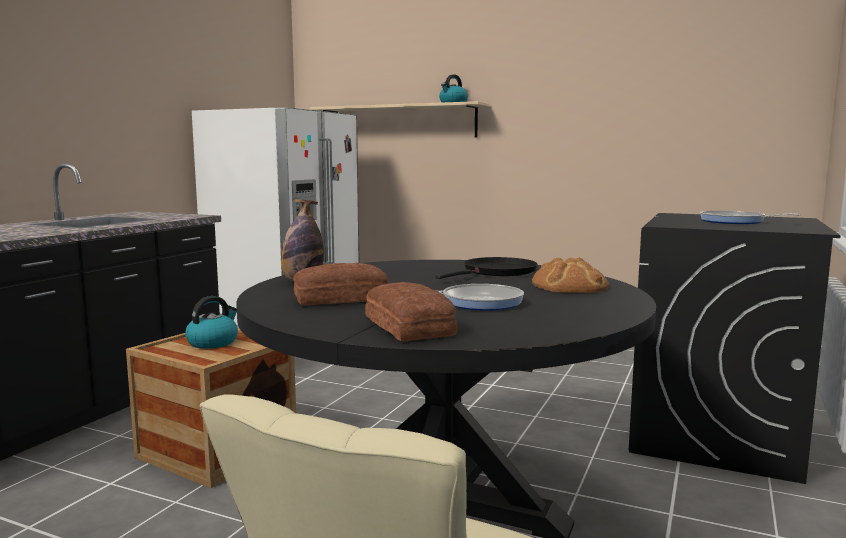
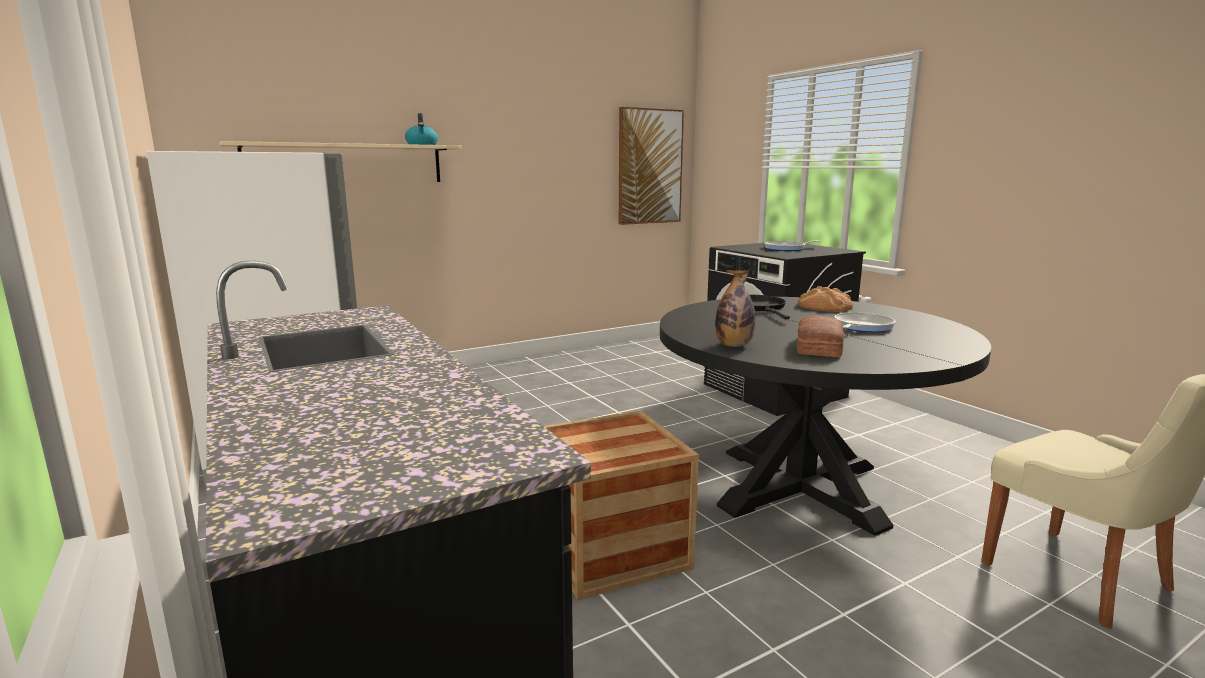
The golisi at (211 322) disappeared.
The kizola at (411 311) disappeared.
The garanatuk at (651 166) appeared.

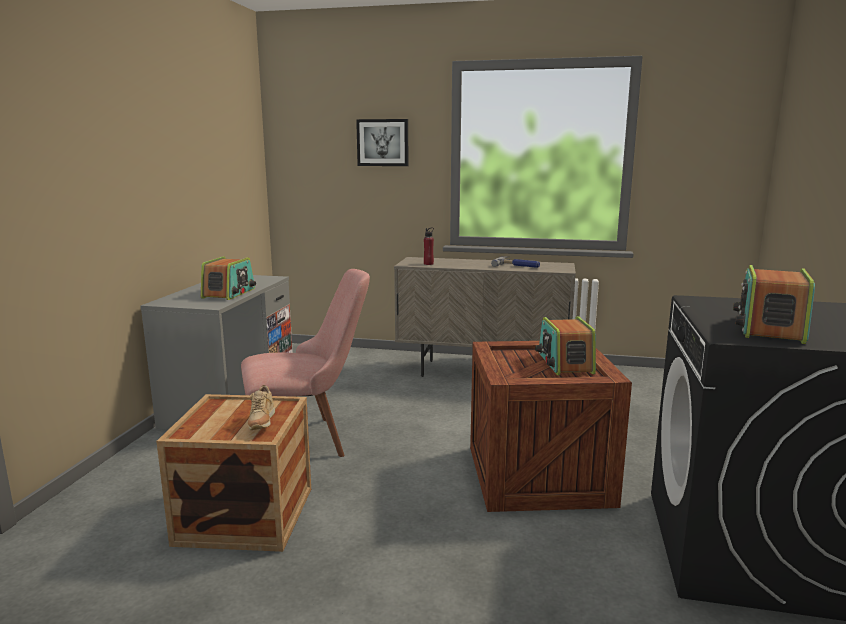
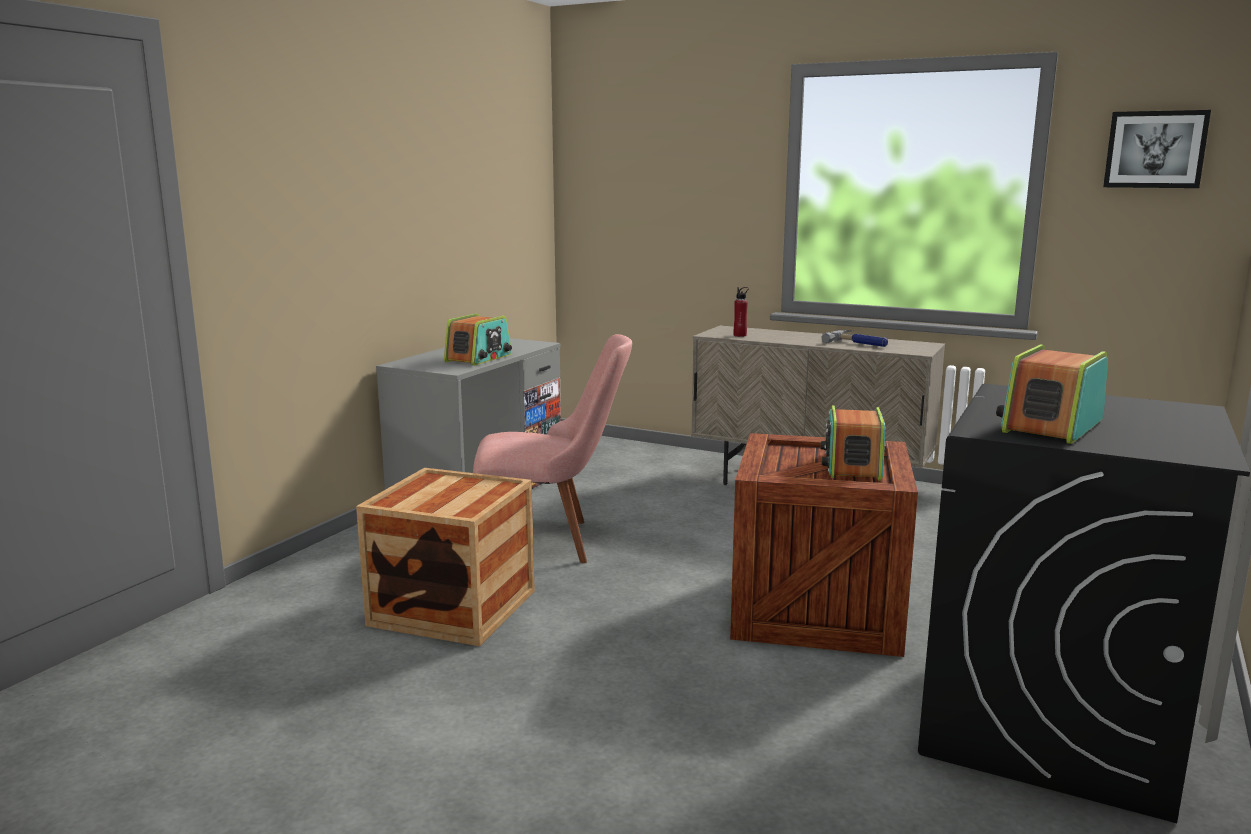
The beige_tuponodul at (261 407) disappeared.
The garanatuk moved from (382 142) to (1157 149).

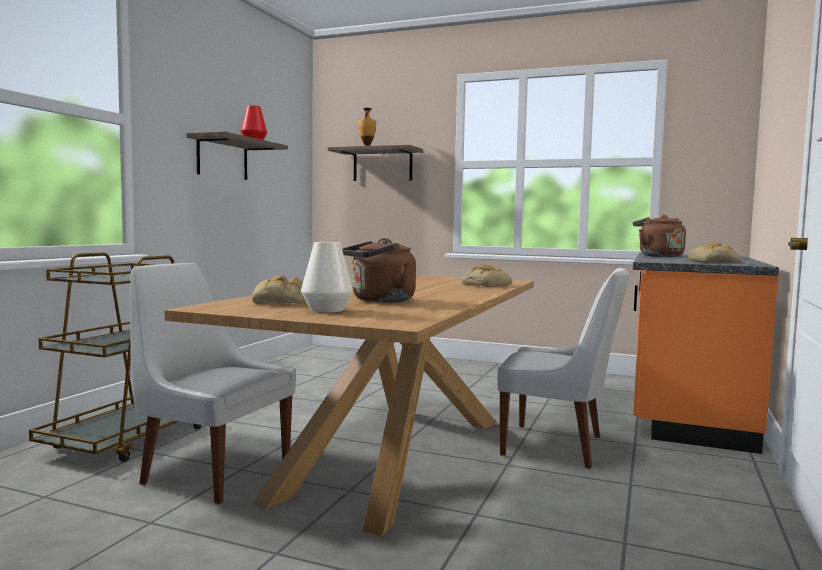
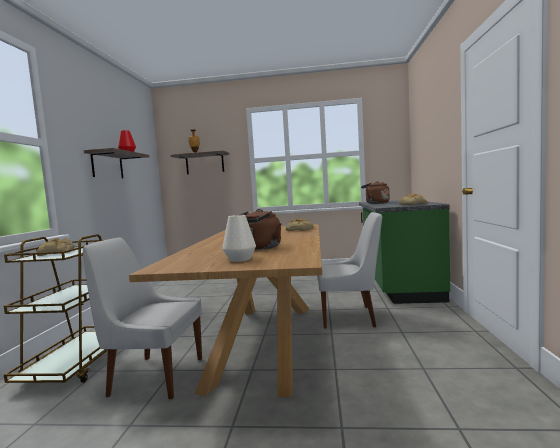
The kizola moved from (279 289) to (55 247).
The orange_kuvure at (706 353) became the green_kuvure at (404 252).

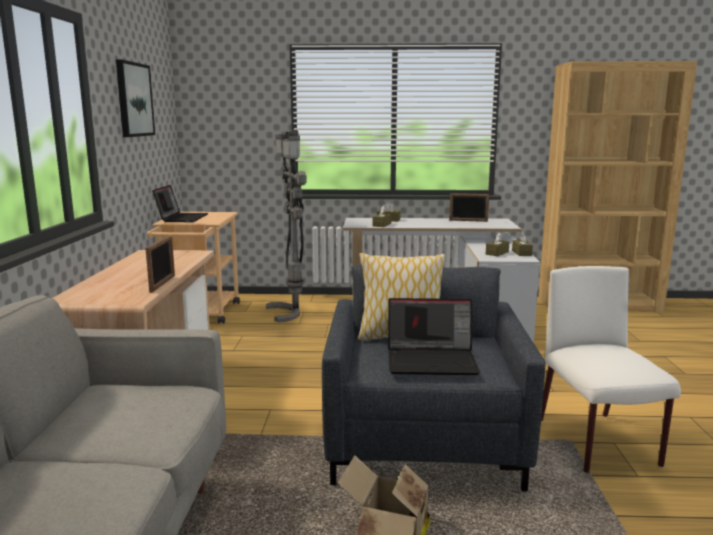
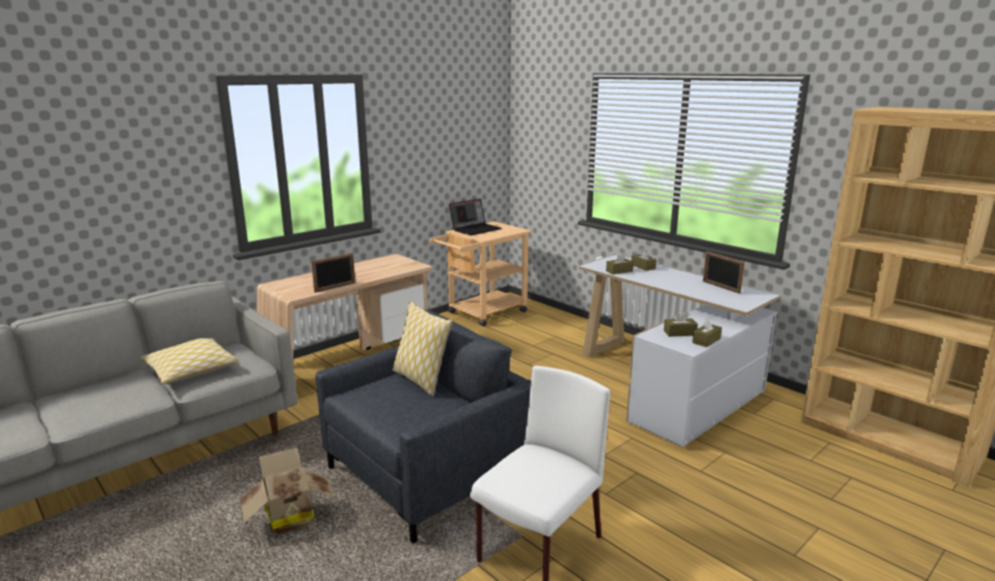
The garanatuk at (135 98) disappeared.
The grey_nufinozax at (286 226) disappeared.
The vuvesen at (434 336) disappeared.
The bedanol at (189 361) appeared.

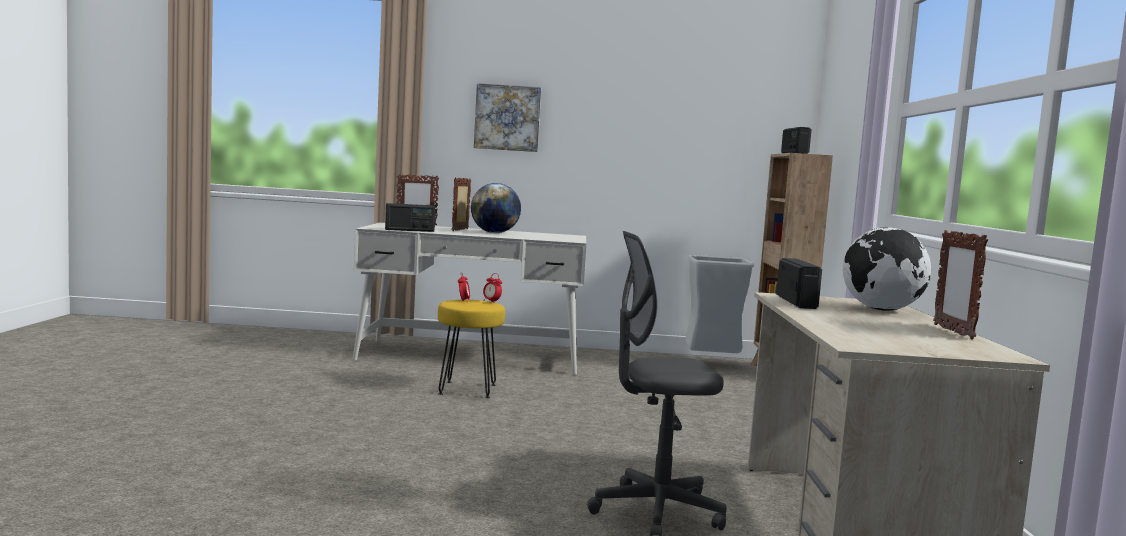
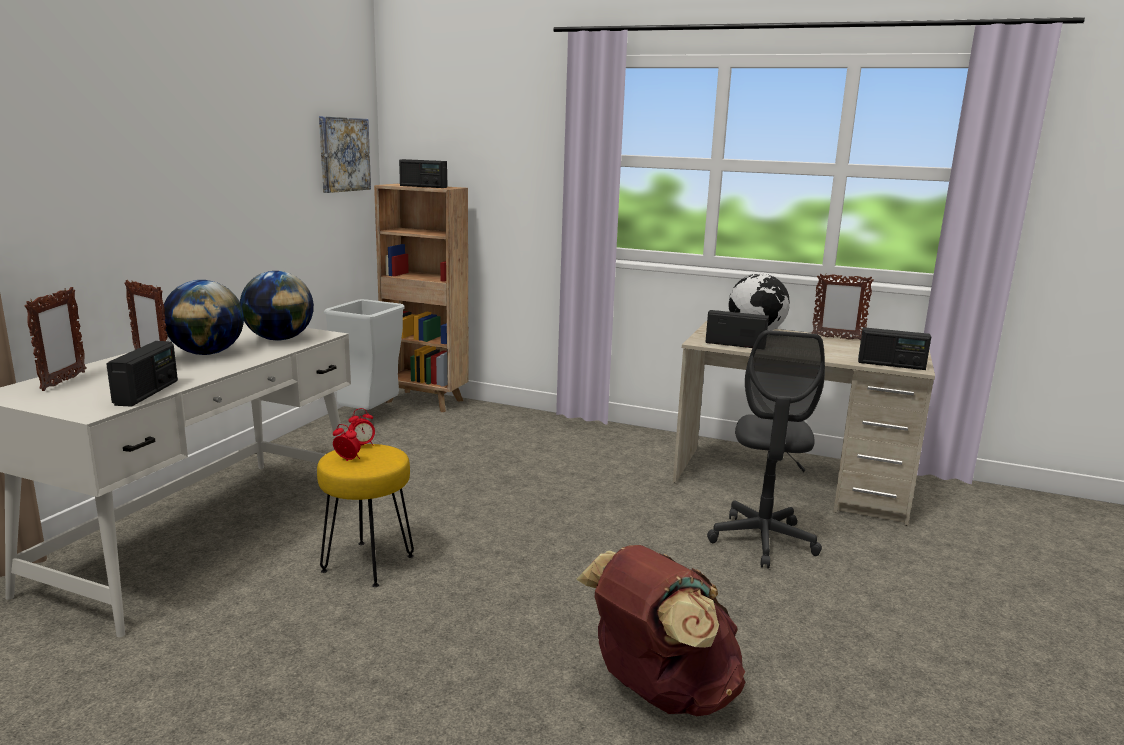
The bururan at (277 306) appeared.
The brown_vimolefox at (661 630) appeared.
The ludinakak at (894 348) appeared.
The garanatuk moved from (507 117) to (345 154).

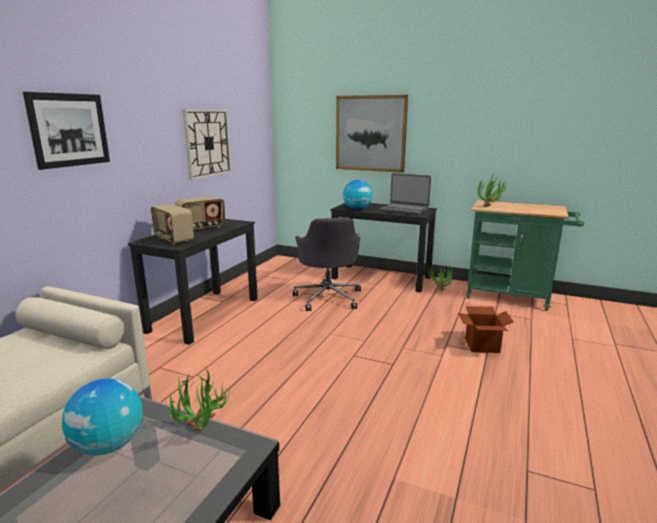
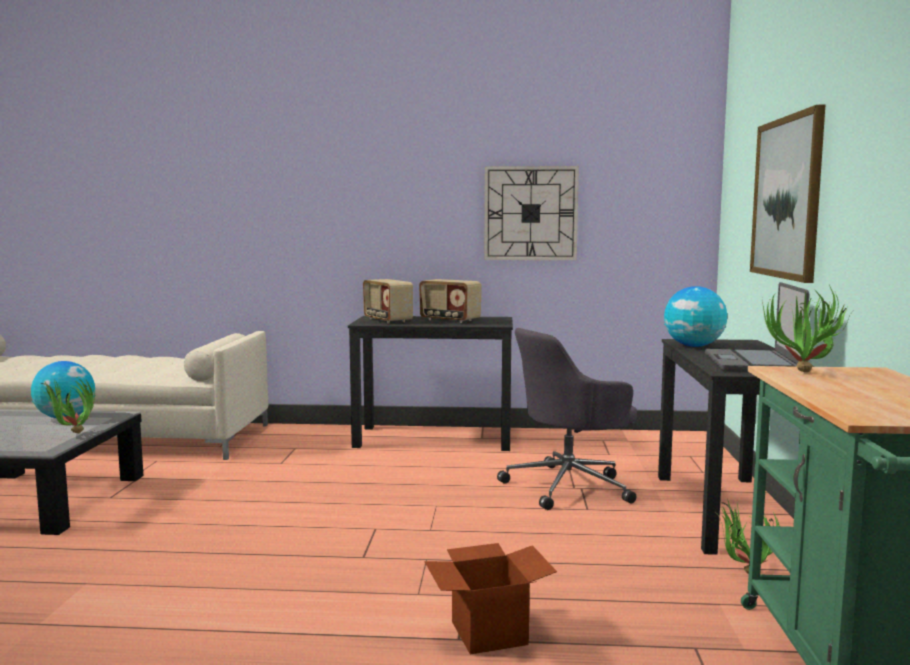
The garanatuk at (66 131) disappeared.
The ludinakak at (172 224) turned 60 degrees counterclockwise.

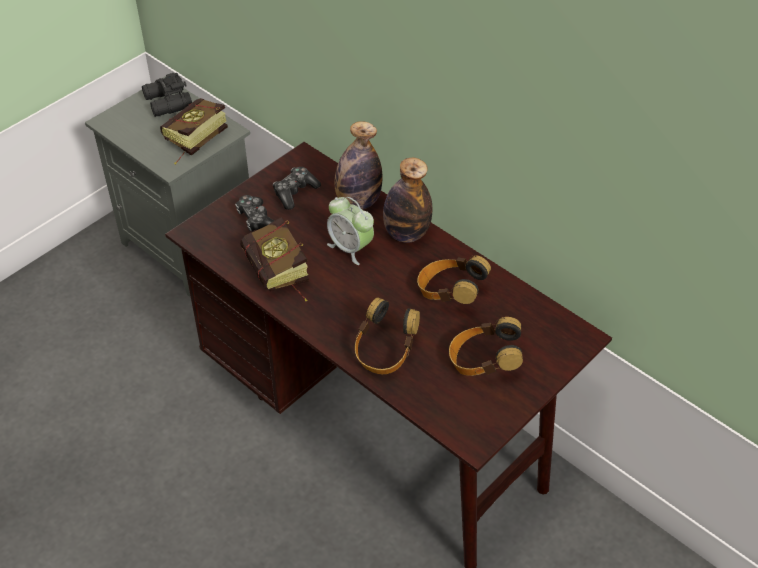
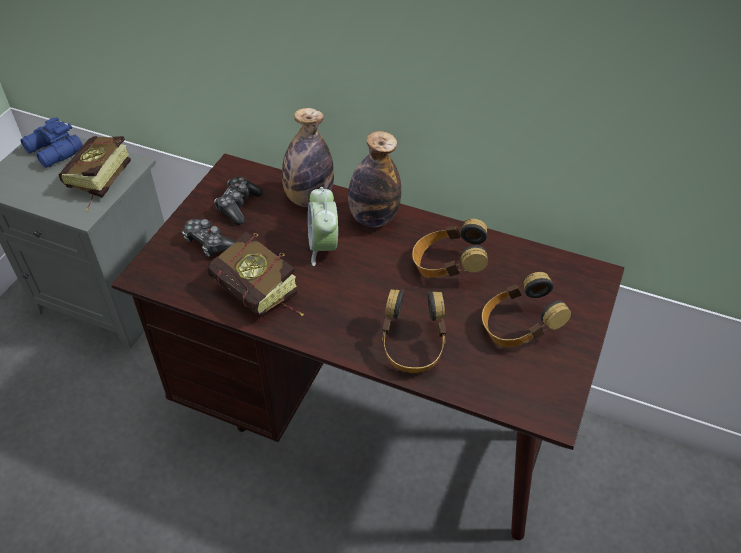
The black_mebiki at (167 95) became the blue_mebiki at (51 142).
The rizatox at (350 231) turned 60 degrees clockwise.

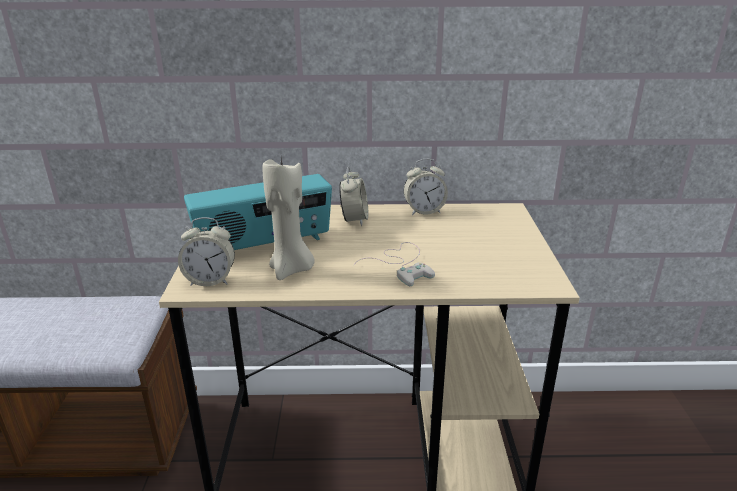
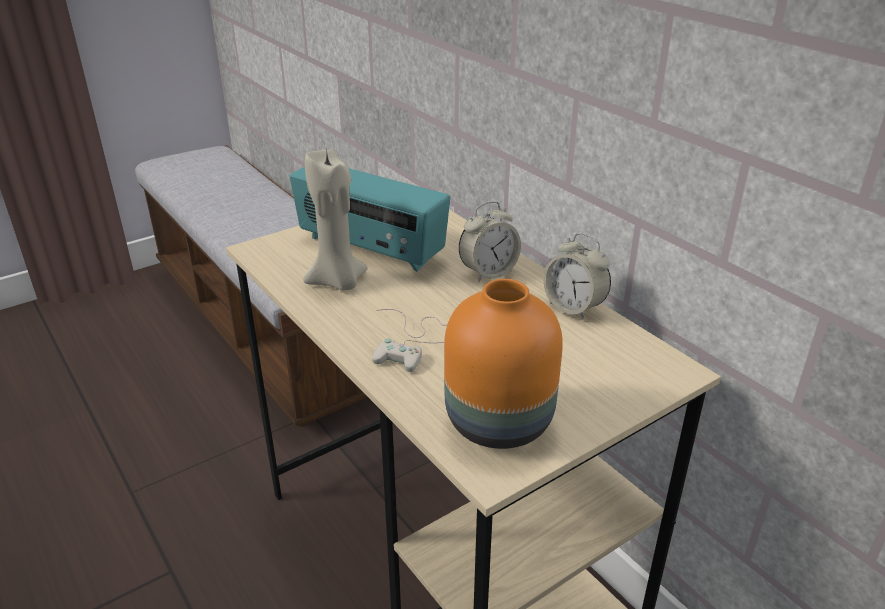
The rizatox at (206 251) disappeared.
The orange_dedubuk at (503 364) appeared.

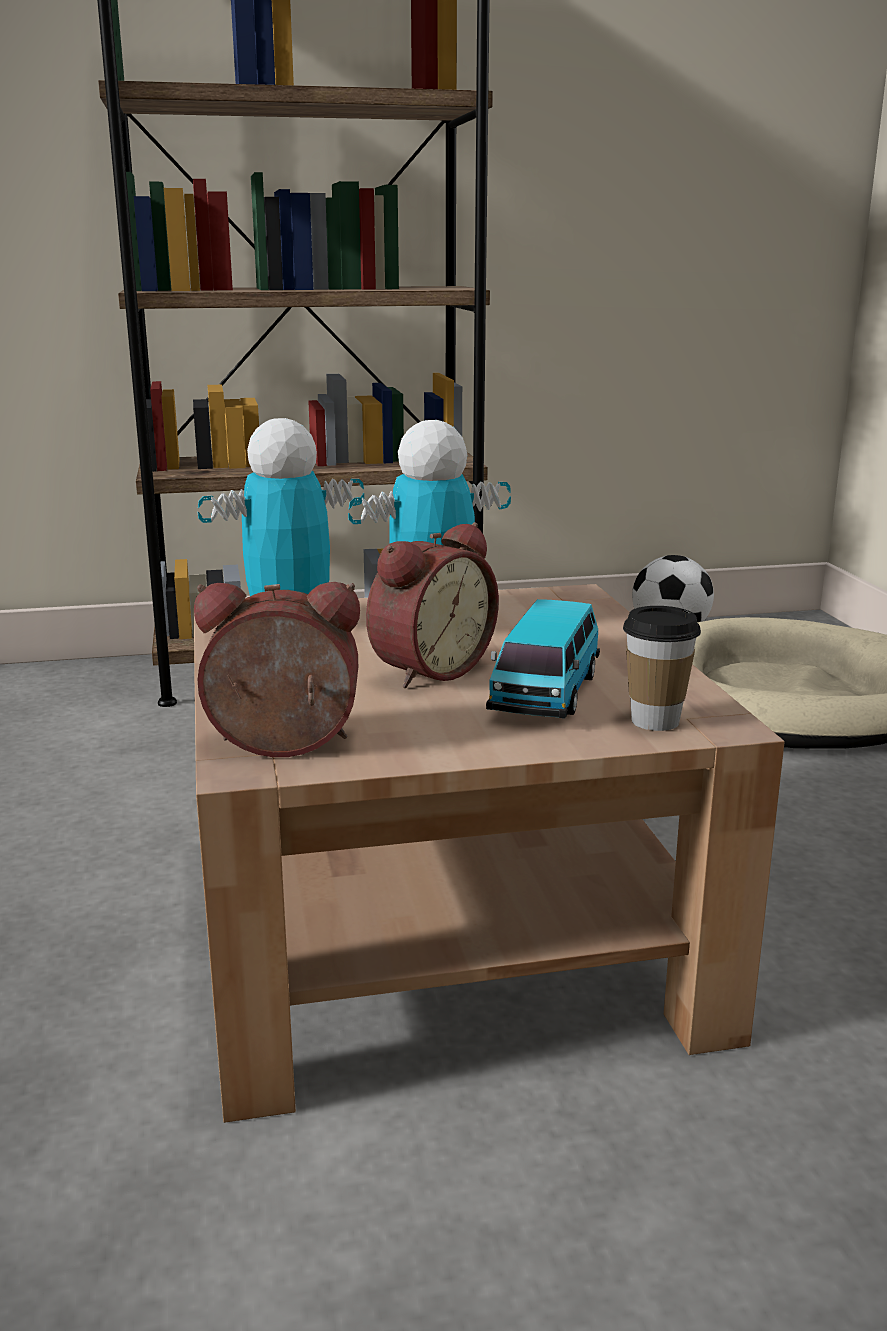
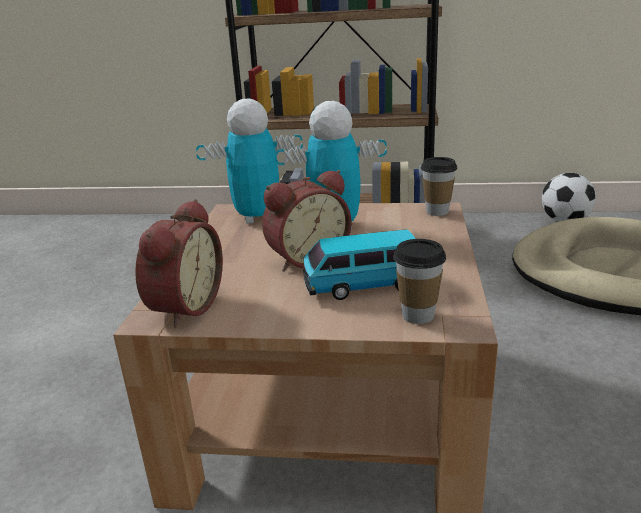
The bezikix at (439 186) appeared.
The rizatox at (277 669) turned 90 degrees clockwise.
The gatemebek at (543 658) turned 45 degrees clockwise.

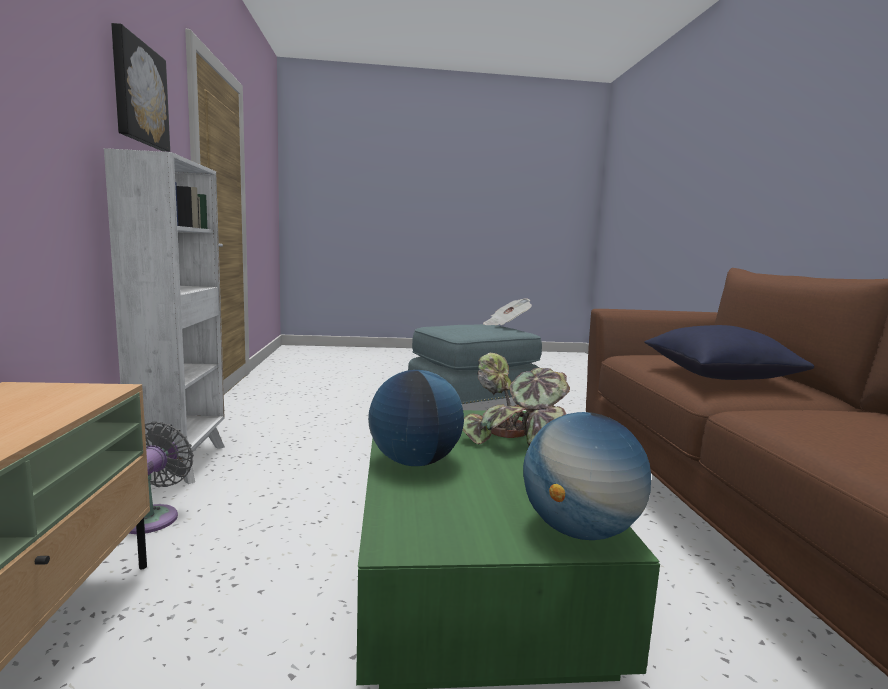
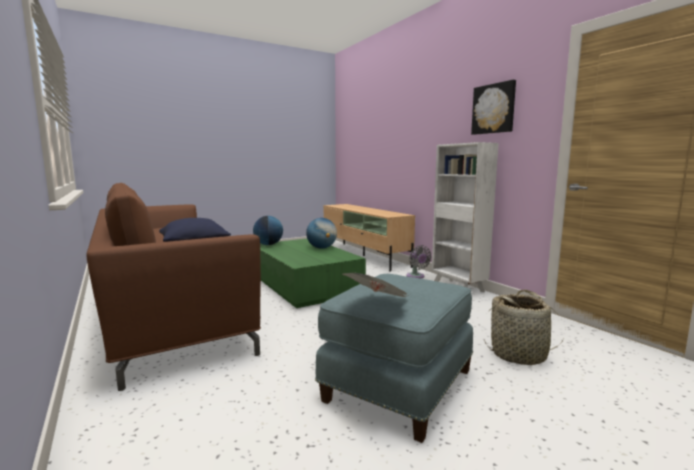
The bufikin at (516 399) disappeared.
The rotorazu at (524 327) appeared.

